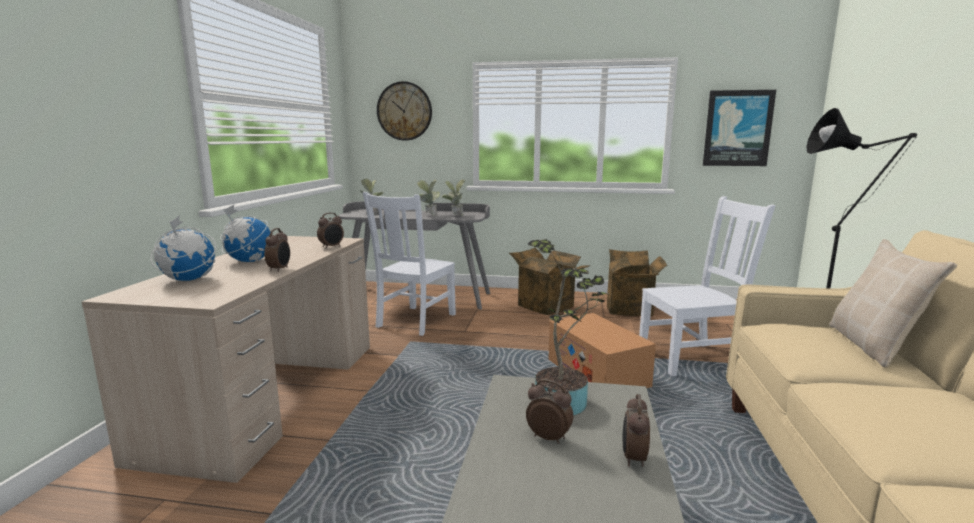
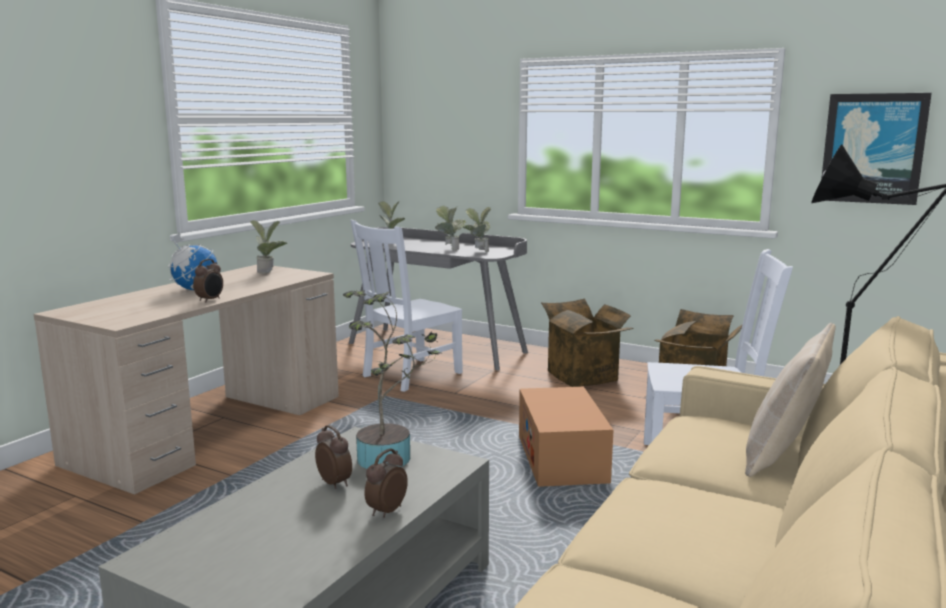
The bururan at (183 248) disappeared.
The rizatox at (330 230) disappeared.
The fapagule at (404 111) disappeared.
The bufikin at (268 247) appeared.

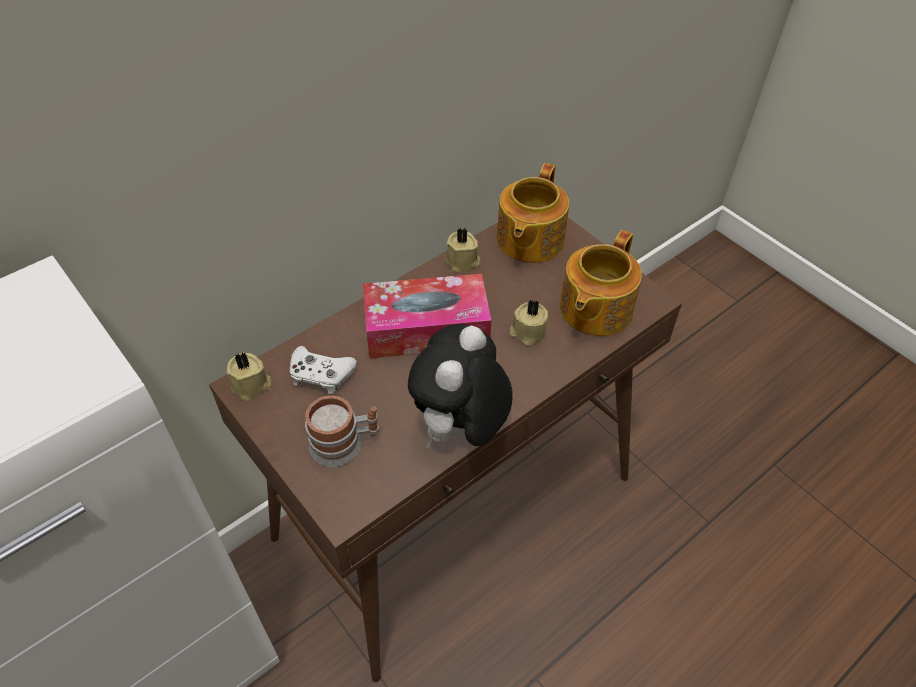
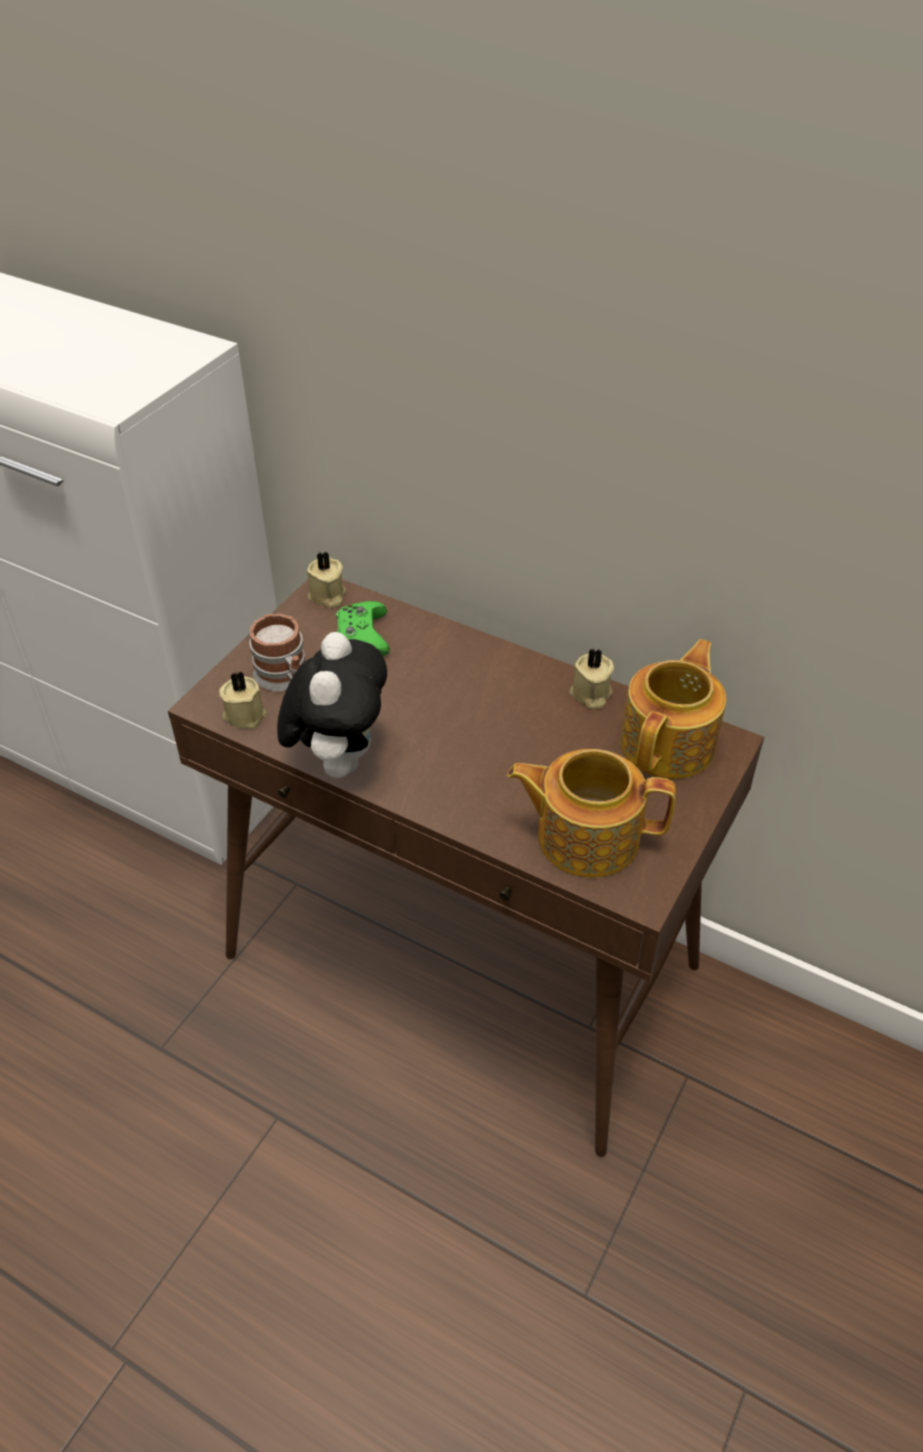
The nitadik at (427 316) disappeared.
The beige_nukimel moved from (529 322) to (243 700).
The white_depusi at (323 370) became the green_depusi at (363 628).
The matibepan at (460 387) turned 90 degrees clockwise.
The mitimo at (533 213) turned 120 degrees clockwise.

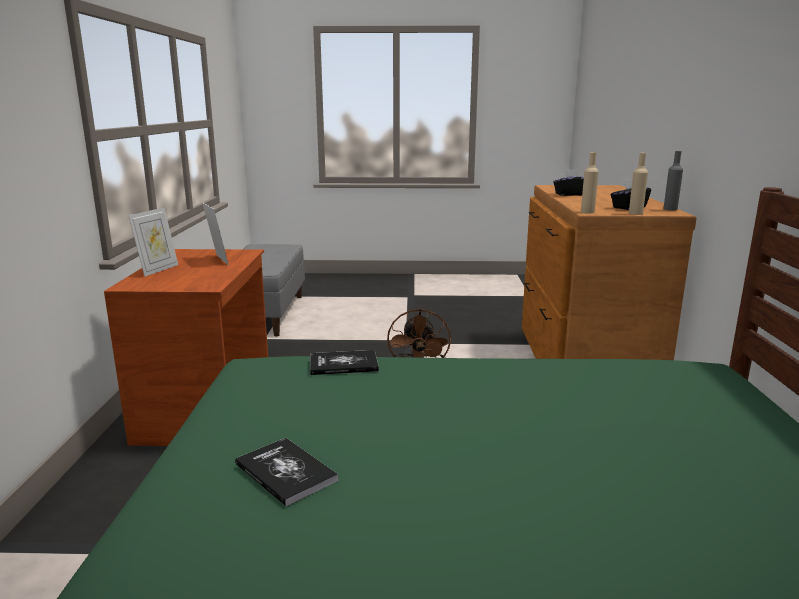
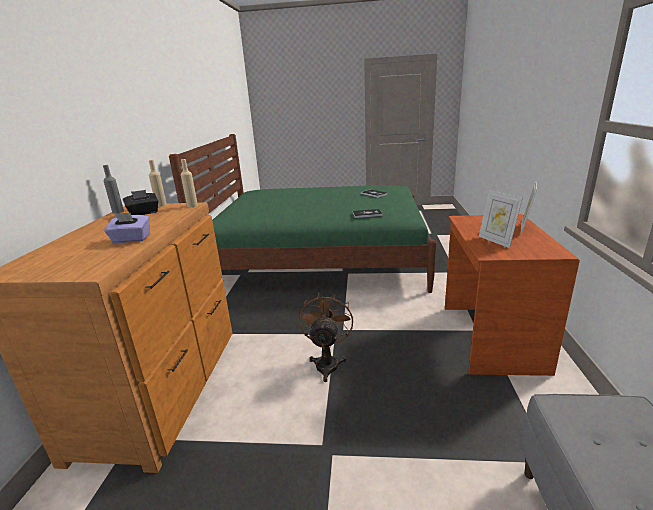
The black_nitadik at (568 182) became the purple_nitadik at (127 228).

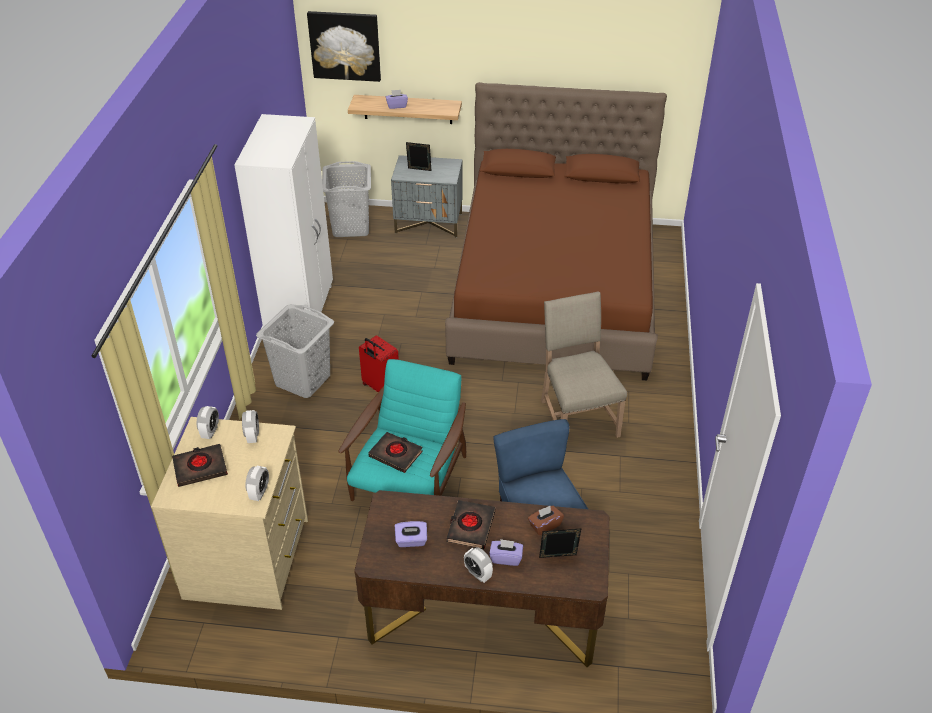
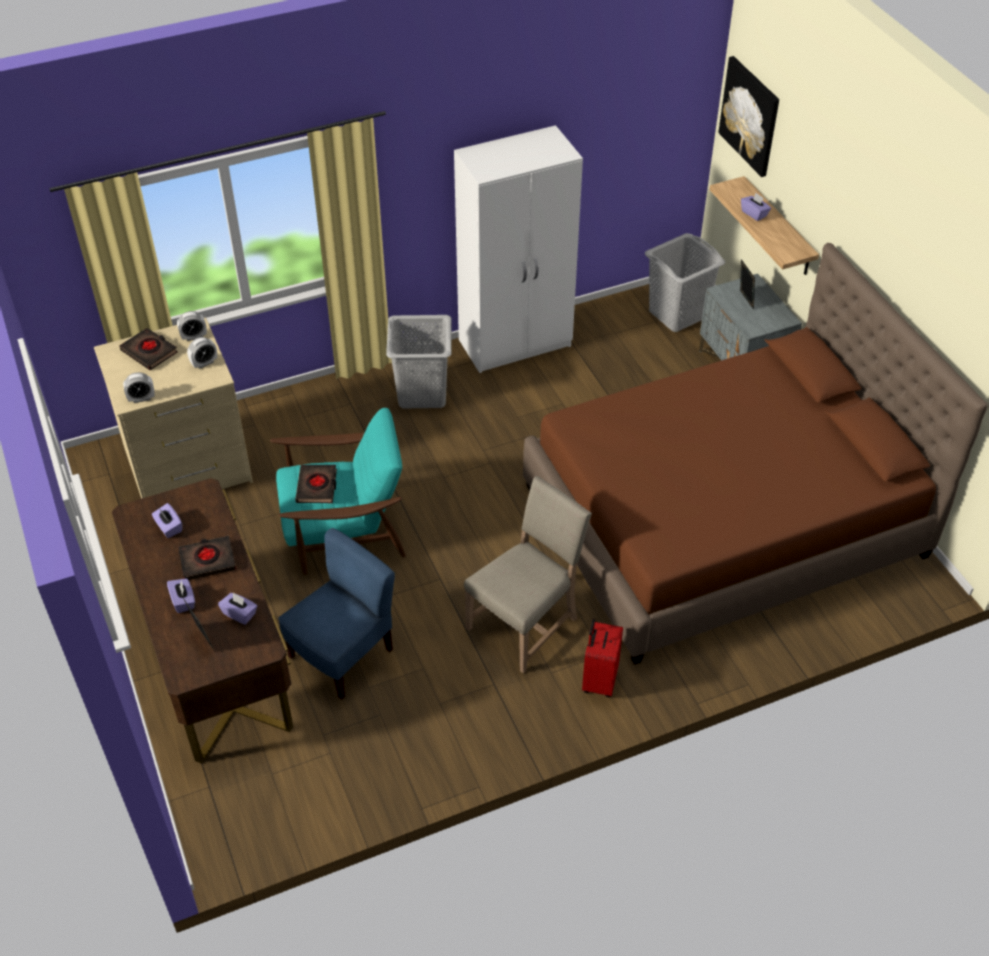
The rizatox at (478 565) disappeared.
The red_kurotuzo moved from (379 363) to (602 658).
The brown_nitadik at (546 520) became the purple_nitadik at (237 609).

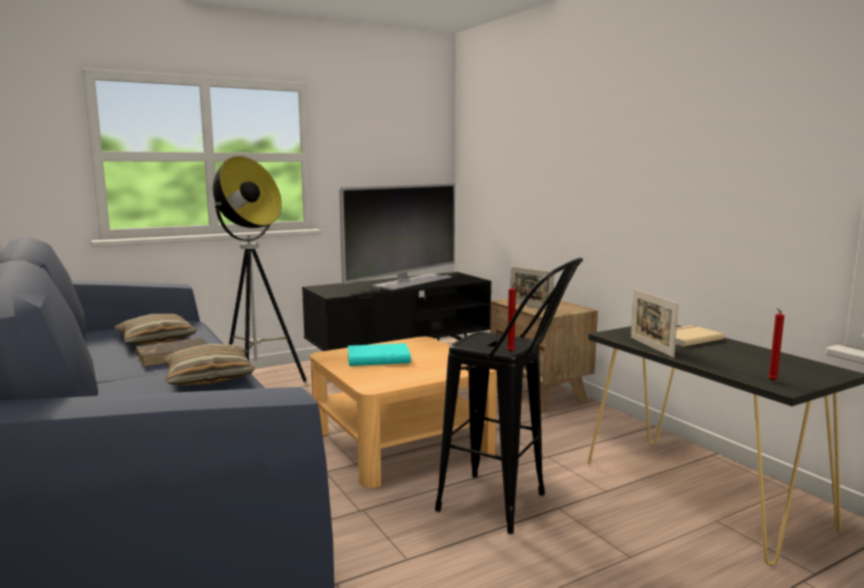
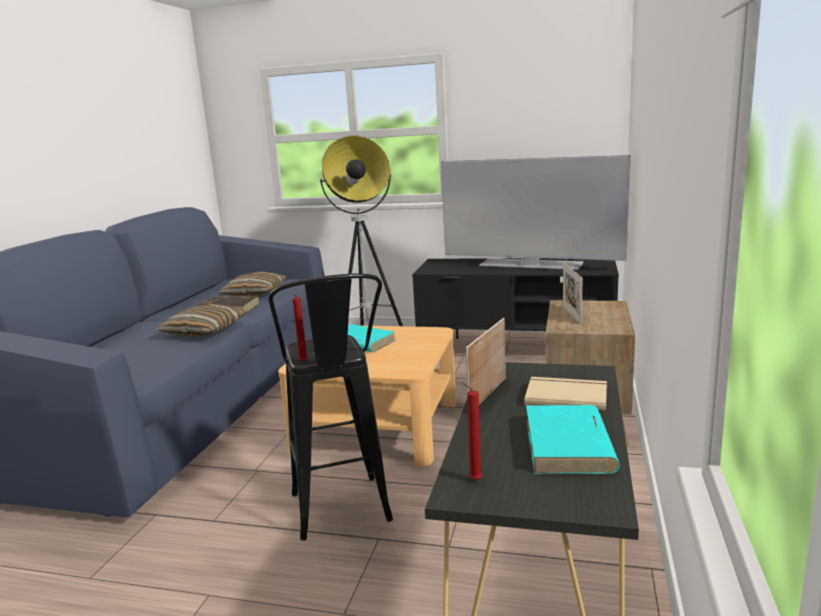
The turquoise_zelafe at (573 439) appeared.
The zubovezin at (397 236) turned 150 degrees counterclockwise.

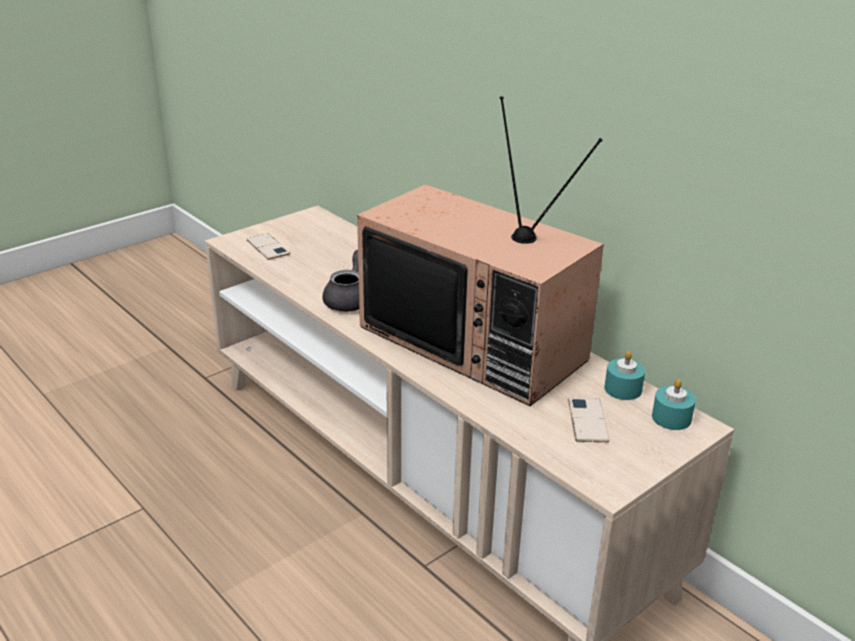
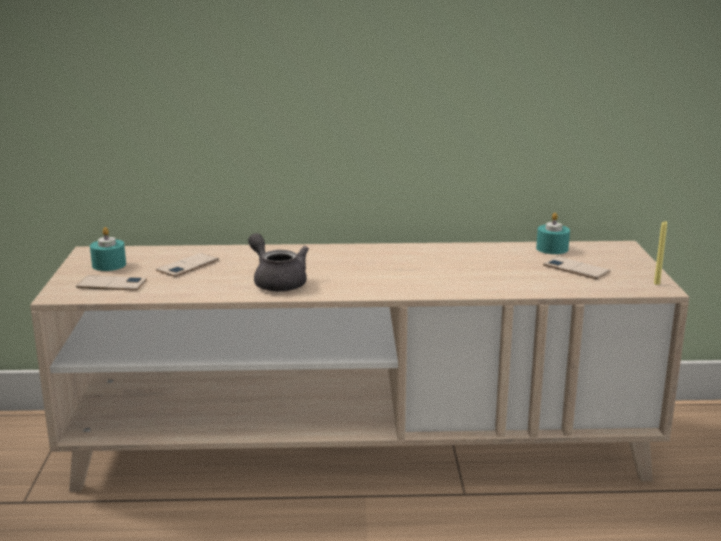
The zubovezin at (480 251) disappeared.
The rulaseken at (187 265) appeared.
The yellow_nukimel at (660 253) appeared.
The turquoise_nukimel moved from (674 404) to (108 249).

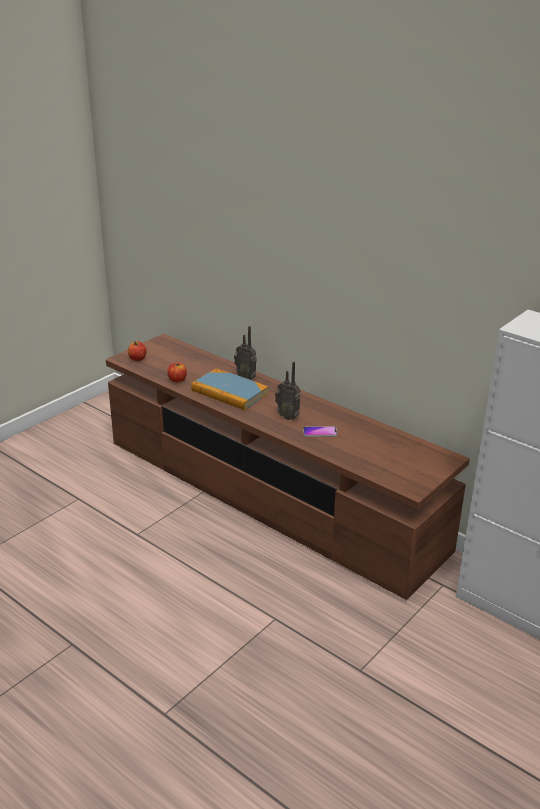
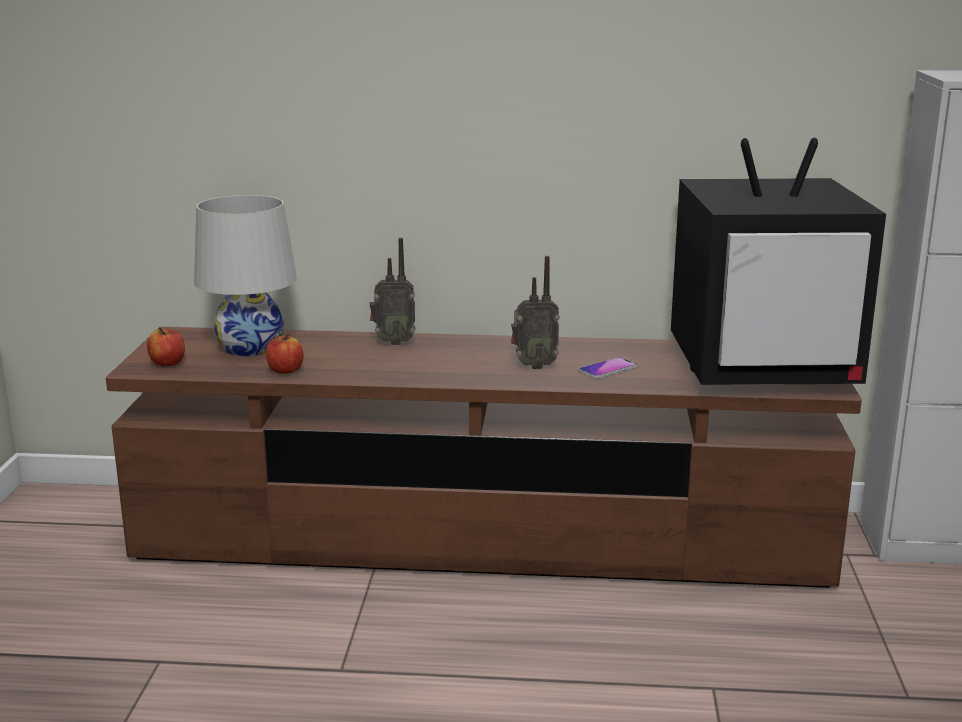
The zelafe at (229 389) disappeared.
The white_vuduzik at (245 275) appeared.
The zubovezin at (778 261) appeared.

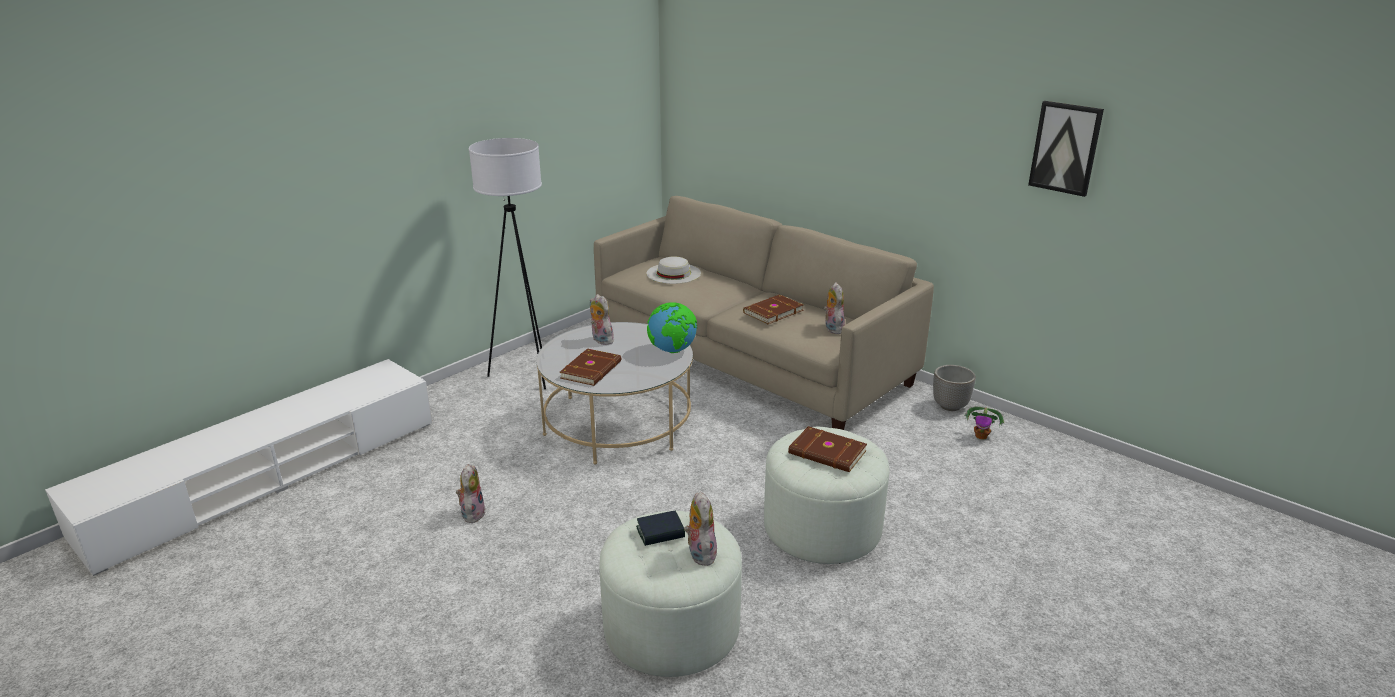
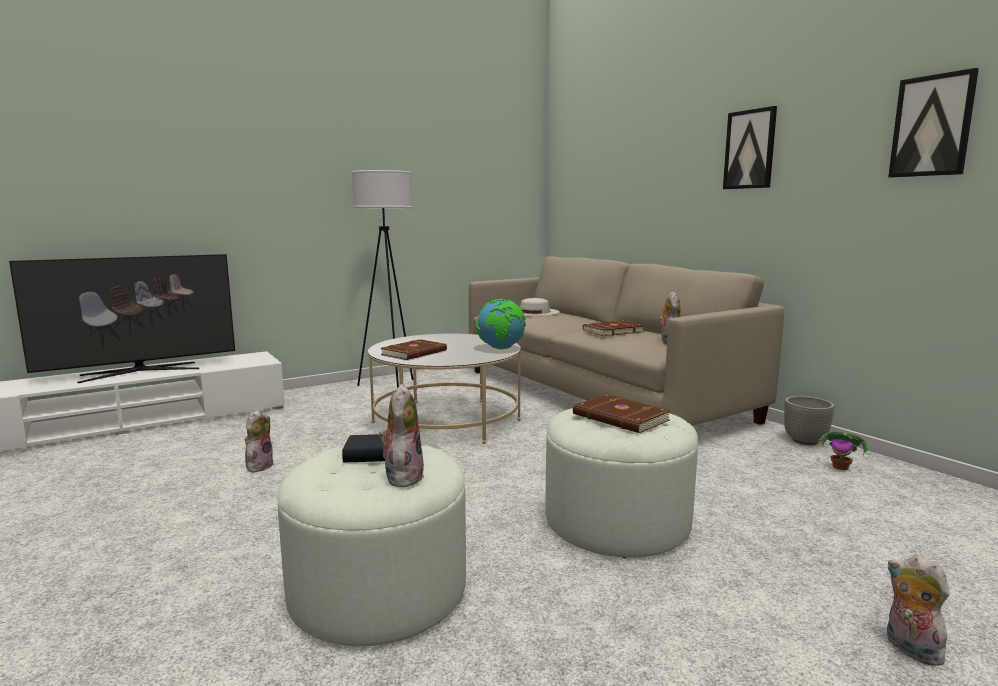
The zubovezin at (122 318) appeared.
The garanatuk at (750 147) appeared.
The matibepan moved from (602 319) to (919 610).

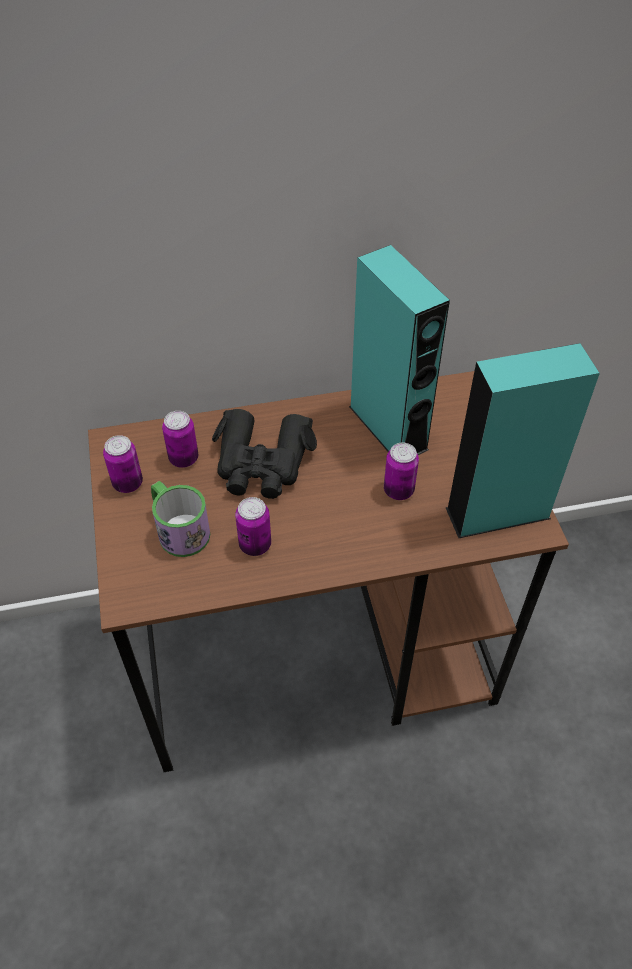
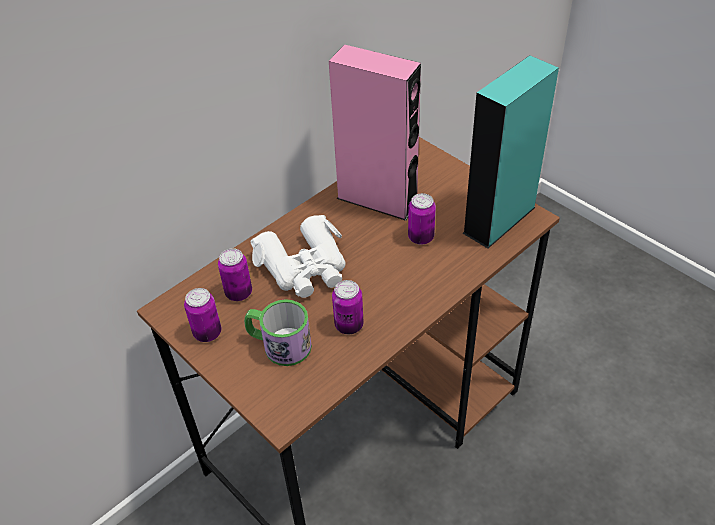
The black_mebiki at (264 454) became the white_mebiki at (298 256).
The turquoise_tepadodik at (399 350) became the pink_tepadodik at (375 132).

